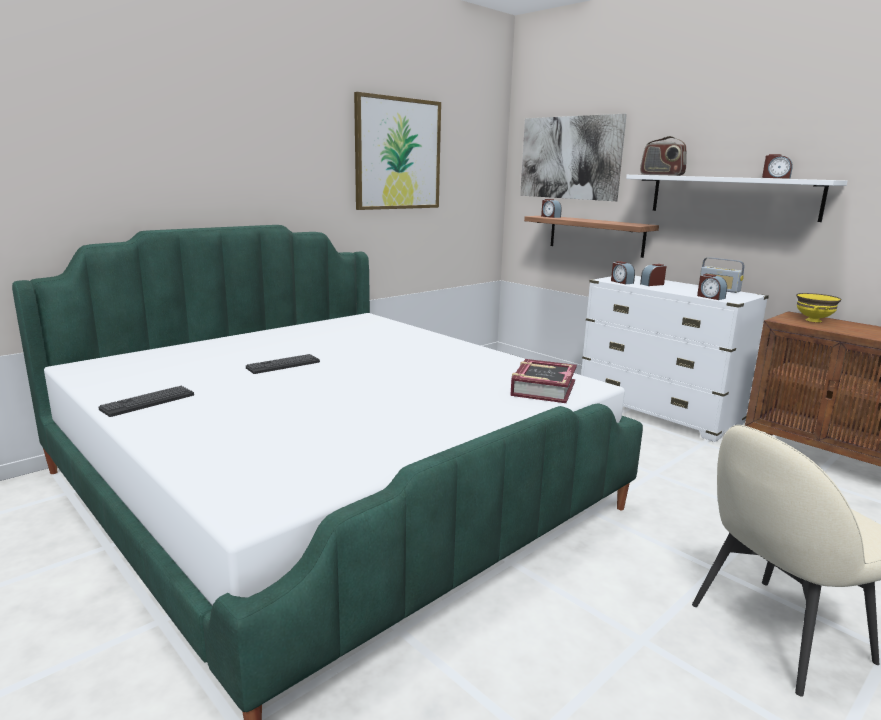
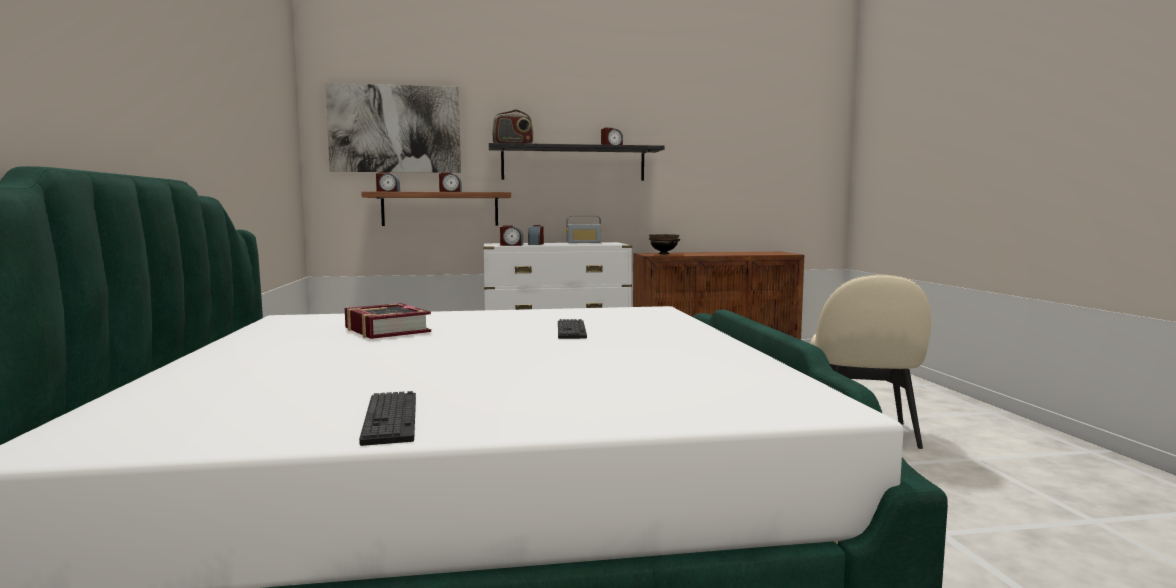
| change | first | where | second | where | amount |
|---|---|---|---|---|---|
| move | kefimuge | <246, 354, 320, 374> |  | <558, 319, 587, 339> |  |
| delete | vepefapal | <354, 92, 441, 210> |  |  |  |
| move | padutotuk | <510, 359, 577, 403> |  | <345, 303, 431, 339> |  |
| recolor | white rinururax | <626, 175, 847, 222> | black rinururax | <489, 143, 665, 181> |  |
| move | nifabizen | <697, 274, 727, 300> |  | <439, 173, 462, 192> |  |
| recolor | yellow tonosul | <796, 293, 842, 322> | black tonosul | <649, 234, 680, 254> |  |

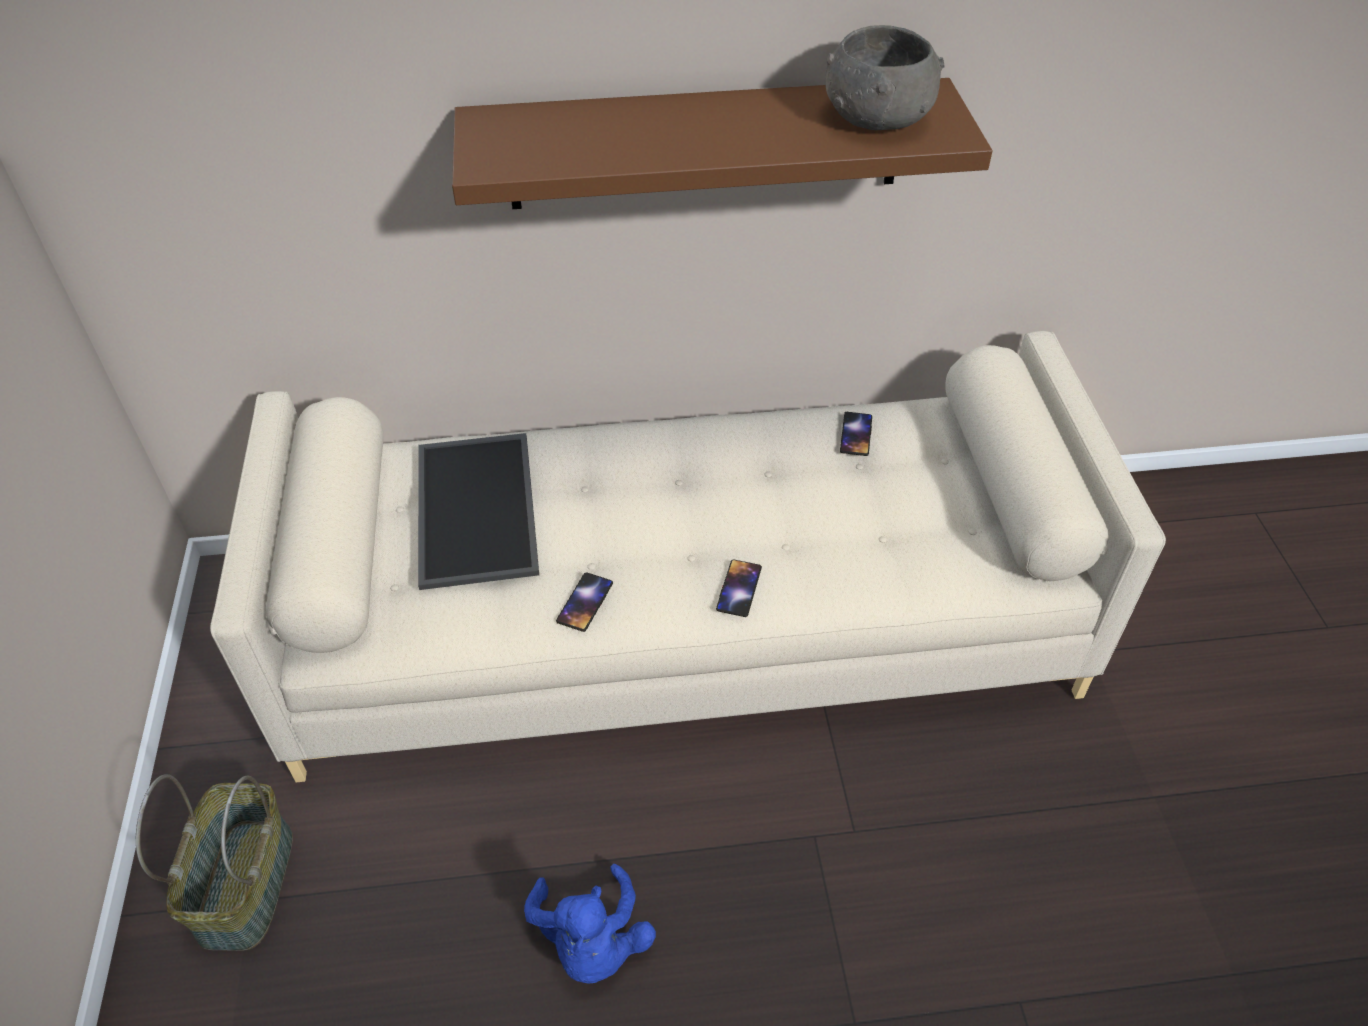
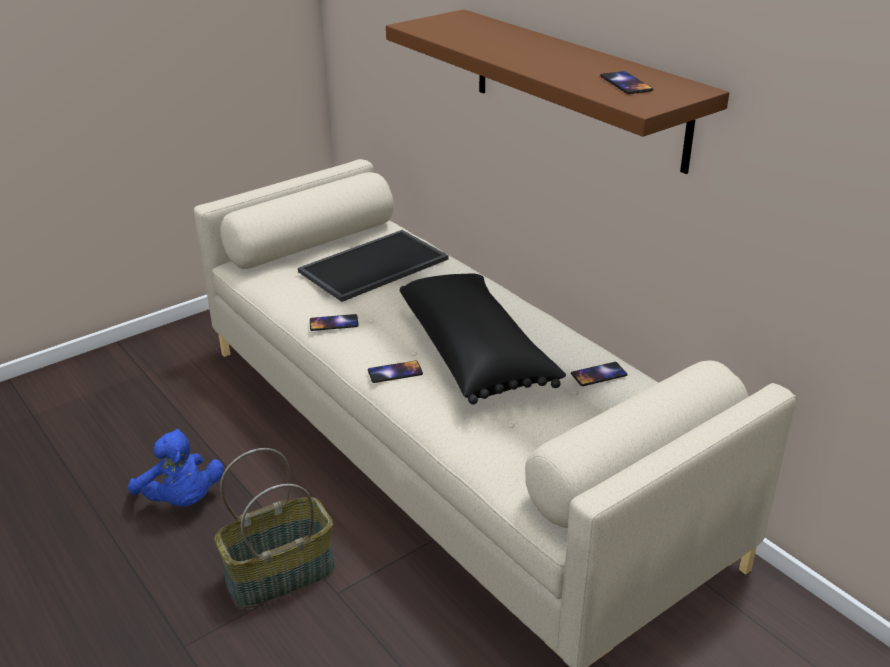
| change | first | where | second | where | amount |
|---|---|---|---|---|---|
| move | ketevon | <136, 774, 293, 951> |  | <214, 448, 335, 608> |  |
| rotate | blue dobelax | <524, 864, 656, 984> |  | <128, 429, 224, 506> | 90 degrees counterclockwise |
| replace | grey tonosul | <825, 25, 944, 130> | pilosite | <600, 71, 653, 94> |  |
| insert |  |  | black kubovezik | <400, 273, 566, 404> |  |

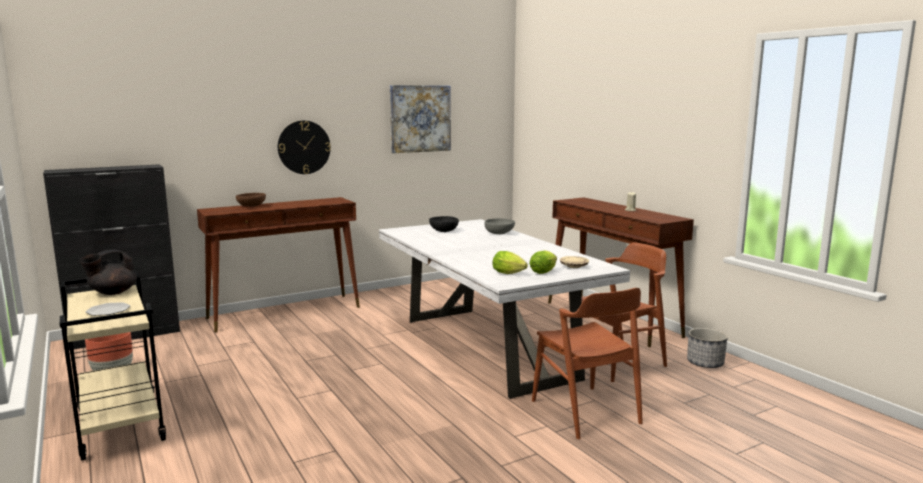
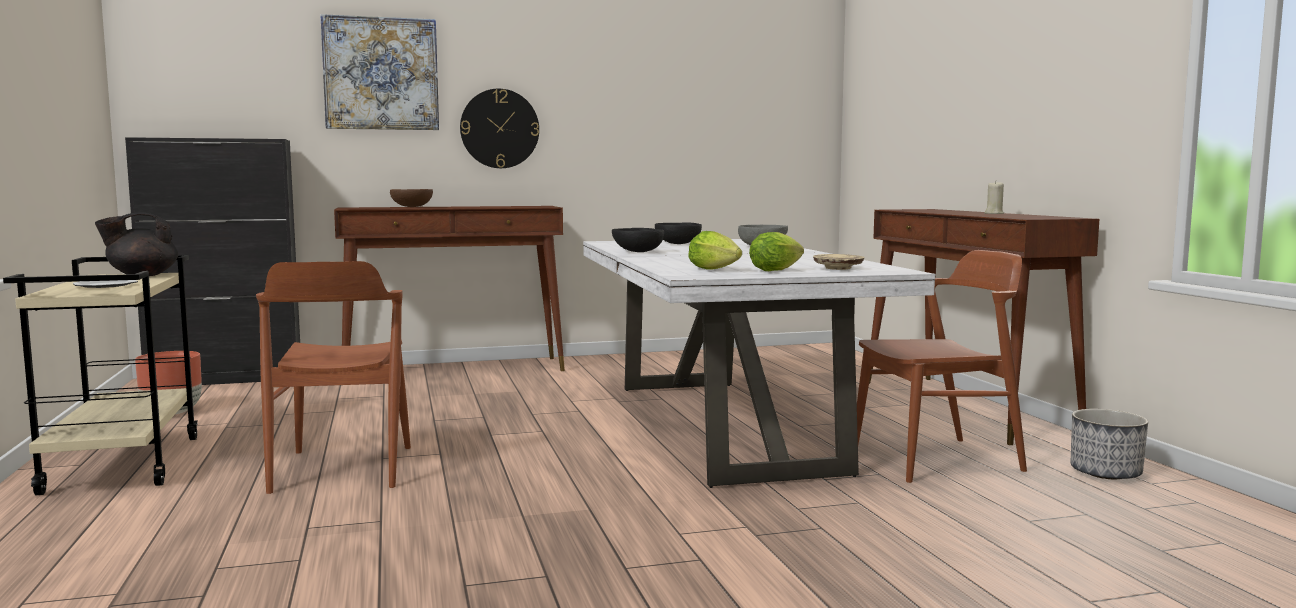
| change | first | where | second | where | amount |
|---|---|---|---|---|---|
| move | vepefapal | <390, 85, 451, 153> |  | <320, 14, 439, 130> |  |
| move | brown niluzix | <532, 288, 643, 439> |  | <256, 261, 411, 494> |  |
| insert |  |  | black tonosul | <612, 228, 664, 252> |  |

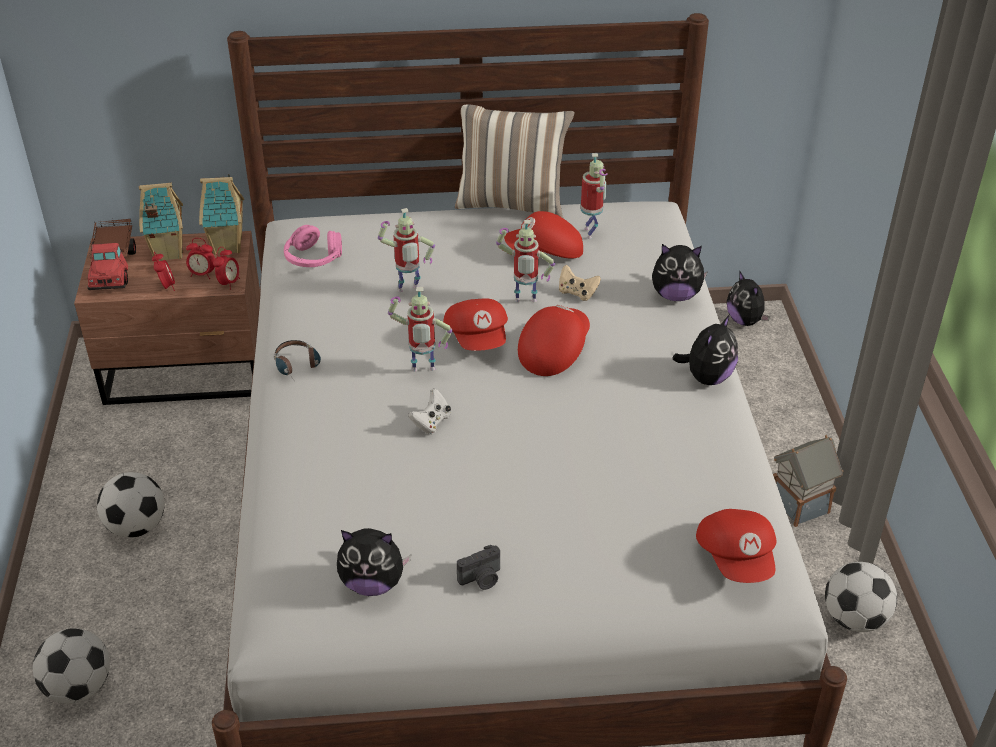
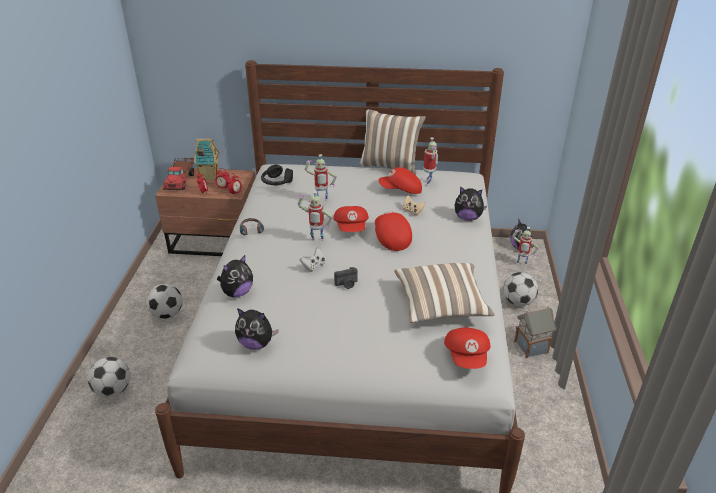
| change | first | where | second | where | amount |
|---|---|---|---|---|---|
| delete | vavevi | <199, 174, 244, 255> |  |  |  |
| recolor | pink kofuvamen | <284, 225, 342, 267> | black kofuvamen | <261, 165, 293, 185> |  |
| move | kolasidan | <457, 545, 500, 590> |  | <334, 267, 358, 289> |  |
| move | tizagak | <496, 220, 555, 302> |  | <512, 227, 539, 266> |  |
| rotate | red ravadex | <518, 305, 590, 376> |  | <375, 212, 412, 251> | 60 degrees counterclockwise |
| move | dobelax | <672, 314, 738, 385> |  | <217, 255, 253, 297> |  |
| move | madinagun | <825, 562, 897, 632> |  | <503, 272, 538, 306> |  |
| insert |  |  | kubovezik | <394, 263, 495, 323> |  |

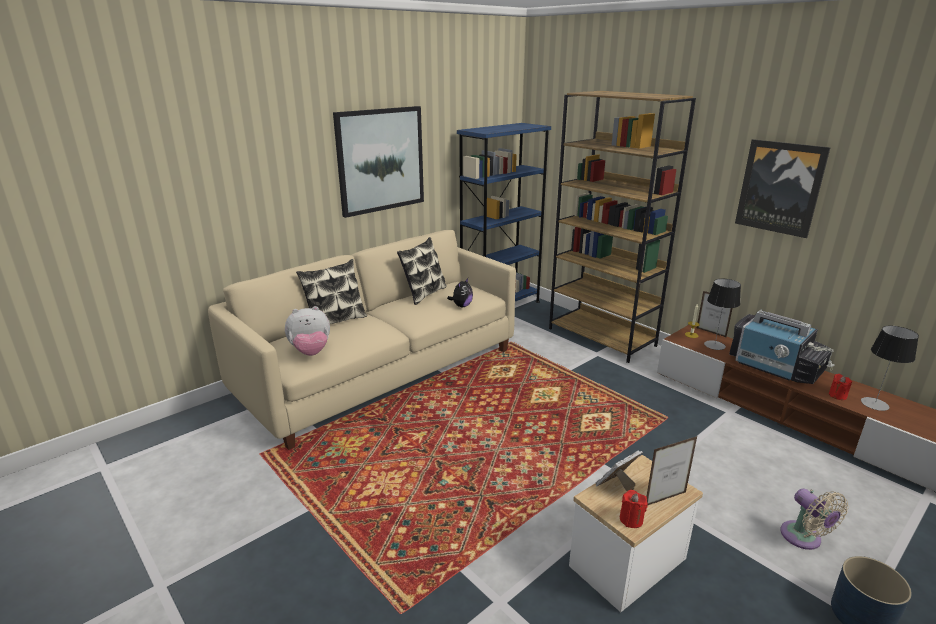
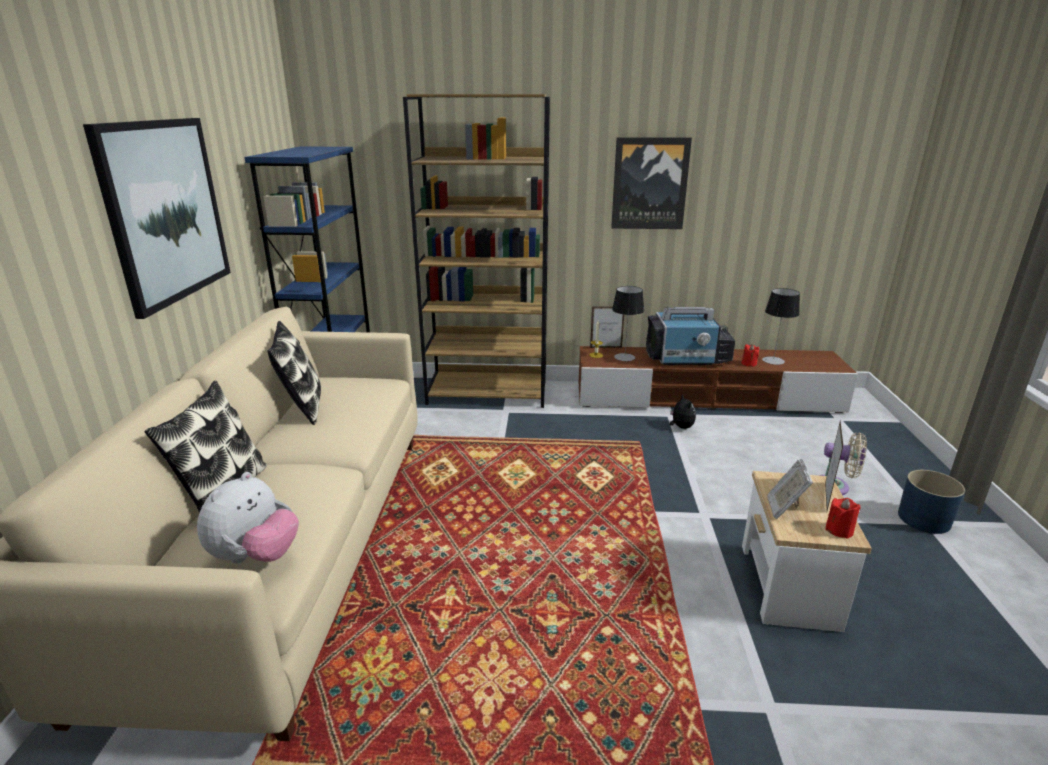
| change | first | where | second | where | amount |
|---|---|---|---|---|---|
| move | dobelax | <447, 278, 473, 307> |  | <670, 394, 696, 429> |  |

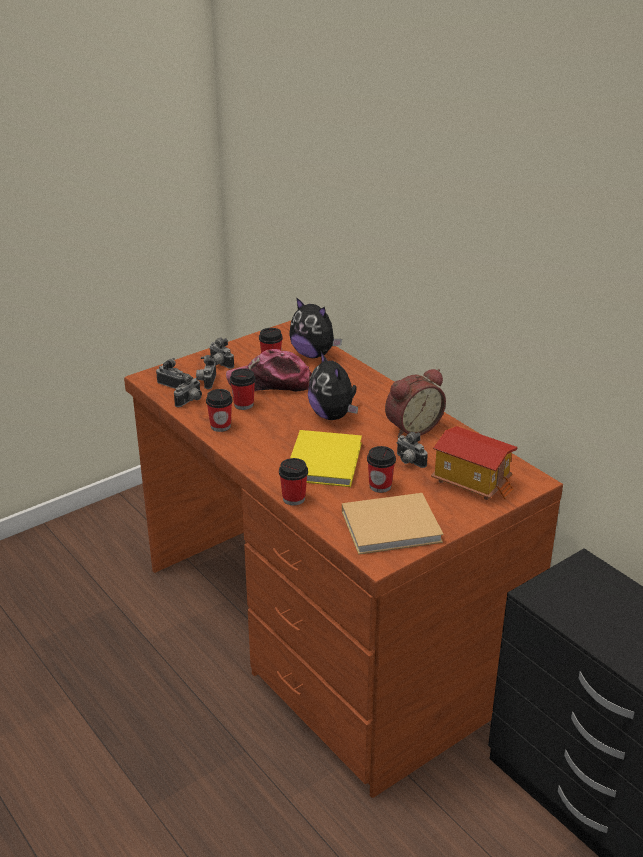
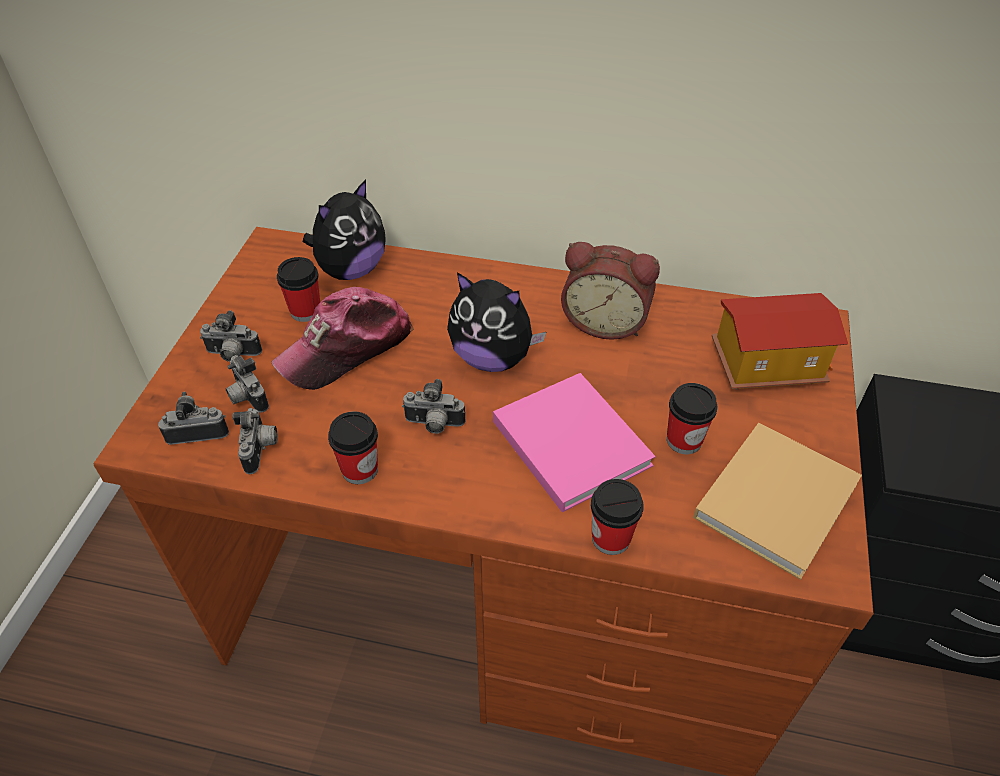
| change | first | where | second | where | amount |
|---|---|---|---|---|---|
| delete | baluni | <230, 368, 256, 410> |  |  |  |
| rotate | dobelax | <290, 297, 342, 358> |  | <303, 179, 386, 280> | 45 degrees counterclockwise |
| recolor | yellow padutotuk | <290, 430, 362, 487> | pink padutotuk | <493, 373, 656, 513> |  |
| rotate | nifabizen | <385, 369, 446, 437> |  | <561, 242, 660, 340> | 90 degrees clockwise |
| move | kolasidan | <396, 432, 428, 468> |  | <402, 379, 465, 434> |  |

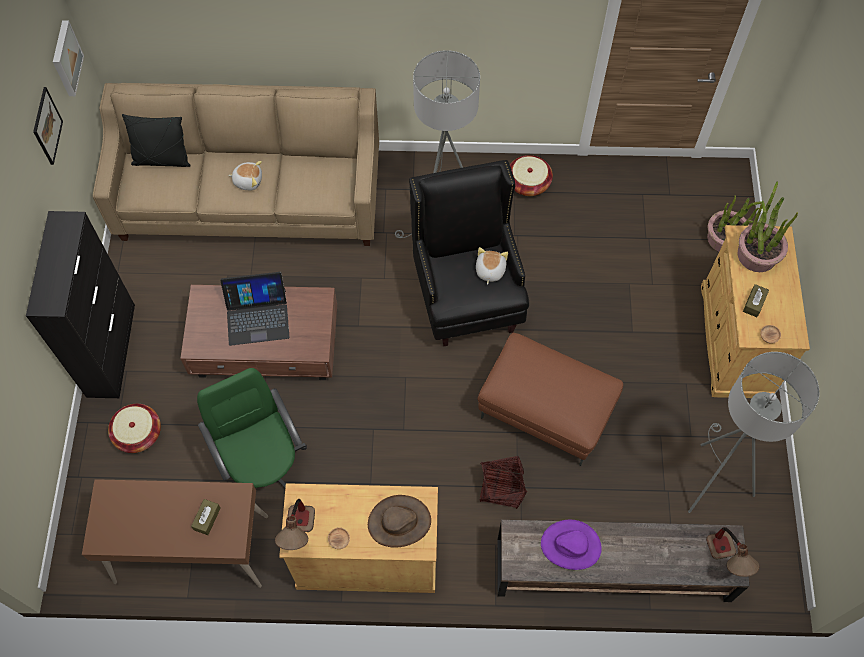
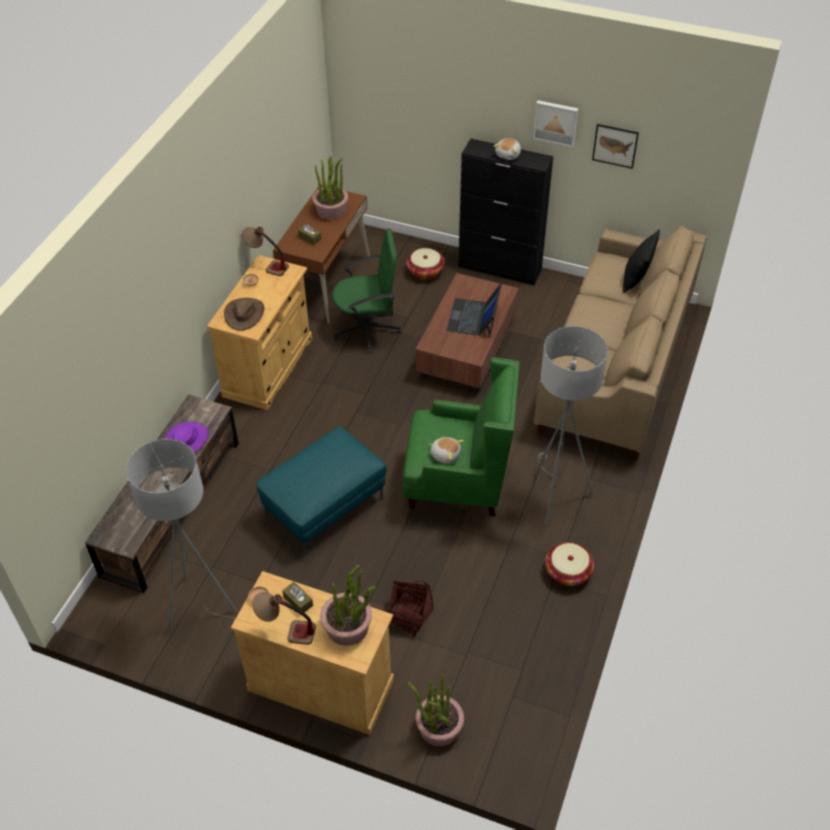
| change | first | where | second | where | amount |
|---|---|---|---|---|---|
| move | vepefapal | <53, 20, 84, 96> |  | <533, 100, 579, 147> |  |
| move | dobelax | <228, 161, 262, 190> |  | <493, 138, 521, 160> |  |
| recolor | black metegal | <409, 160, 529, 346> | green metegal | <403, 357, 520, 516> |  |
| recolor | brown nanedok | <478, 332, 623, 466> | turquoise nanedok | <256, 426, 387, 555> |  |
| move | ketevon | <480, 456, 527, 509> |  | <387, 580, 434, 637> |  |
| move | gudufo | <706, 527, 759, 577> |  | <252, 592, 316, 645> |  |
| insert |  |  | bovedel | <312, 156, 348, 220> |  |

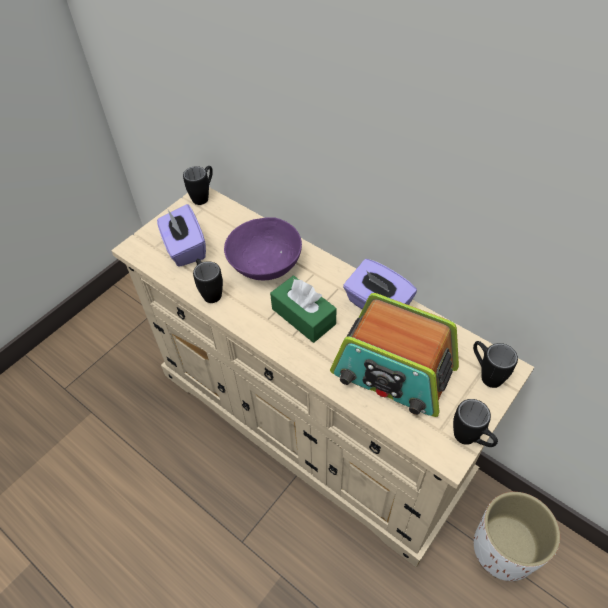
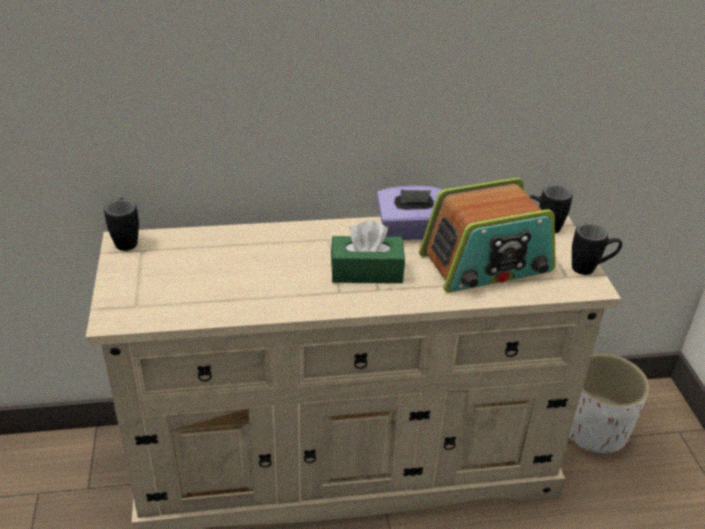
| change | first | where | second | where | amount |
|---|---|---|---|---|---|
| delete | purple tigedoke | <157, 204, 206, 267> |  |  |  |
| delete | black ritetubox | <193, 259, 223, 303> |  |  |  |
| delete | purple tonosul | <224, 217, 302, 280> |  |  |  |

